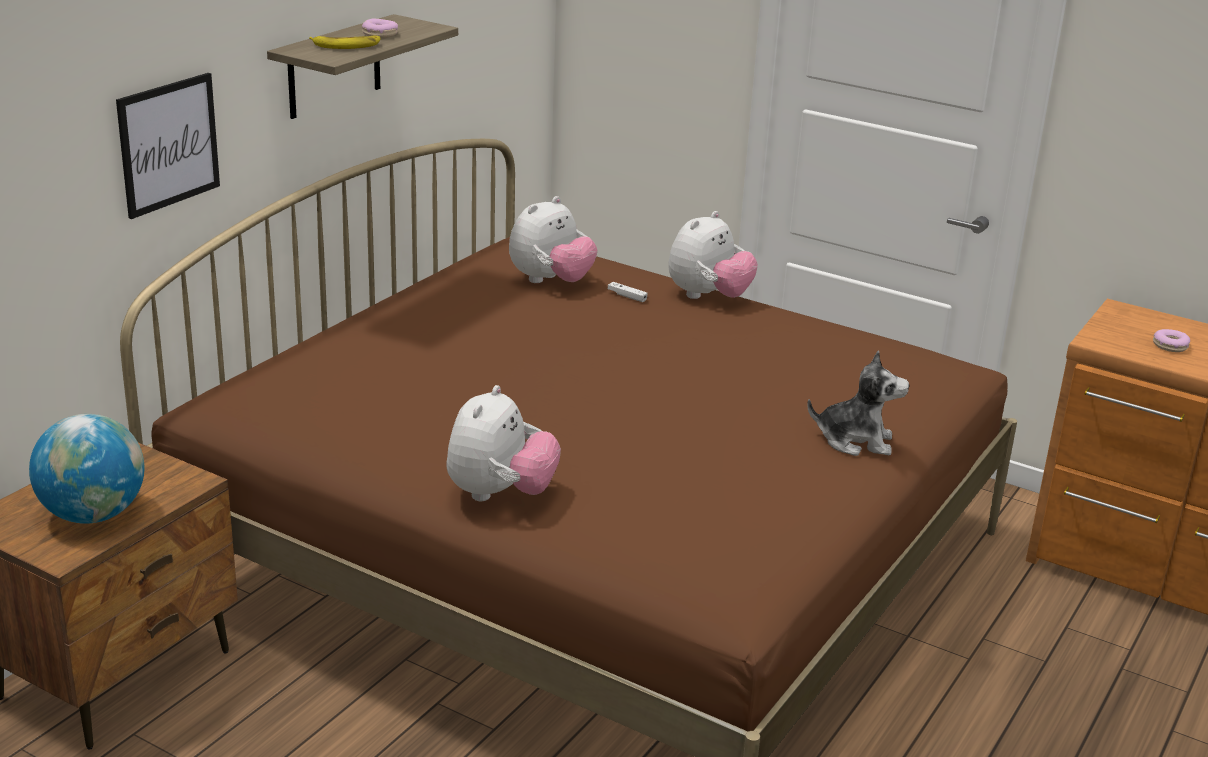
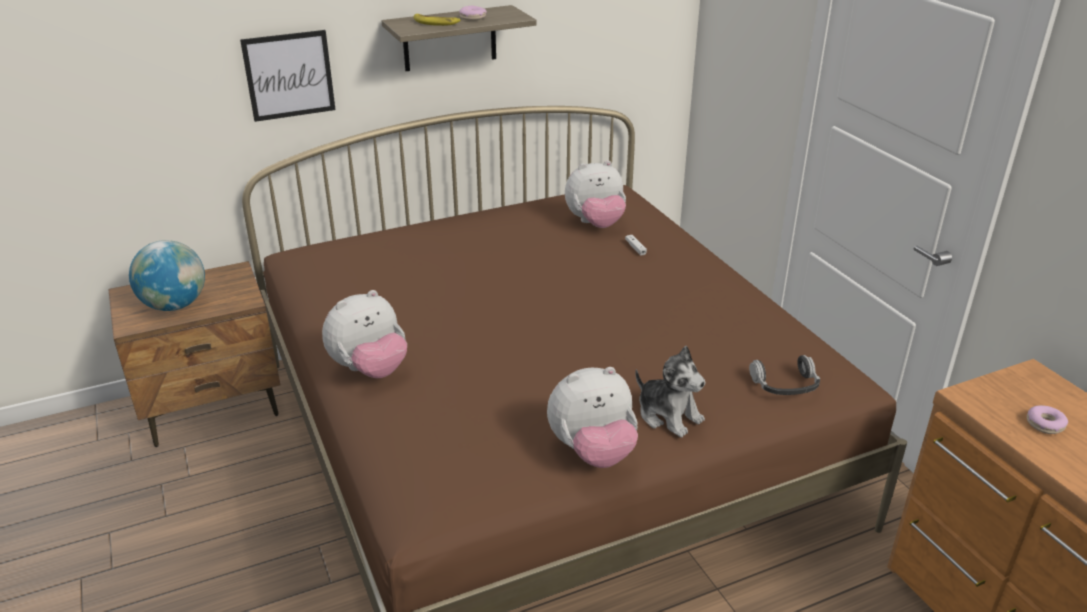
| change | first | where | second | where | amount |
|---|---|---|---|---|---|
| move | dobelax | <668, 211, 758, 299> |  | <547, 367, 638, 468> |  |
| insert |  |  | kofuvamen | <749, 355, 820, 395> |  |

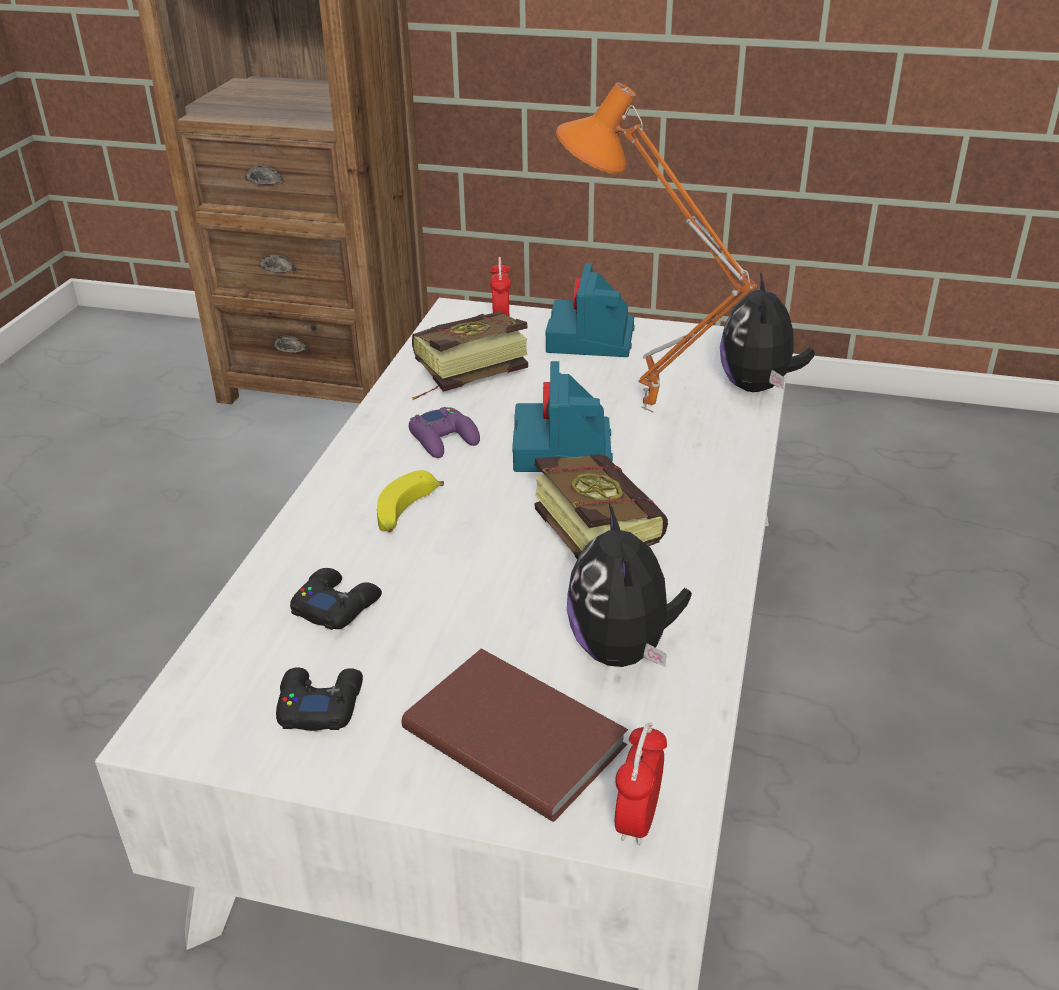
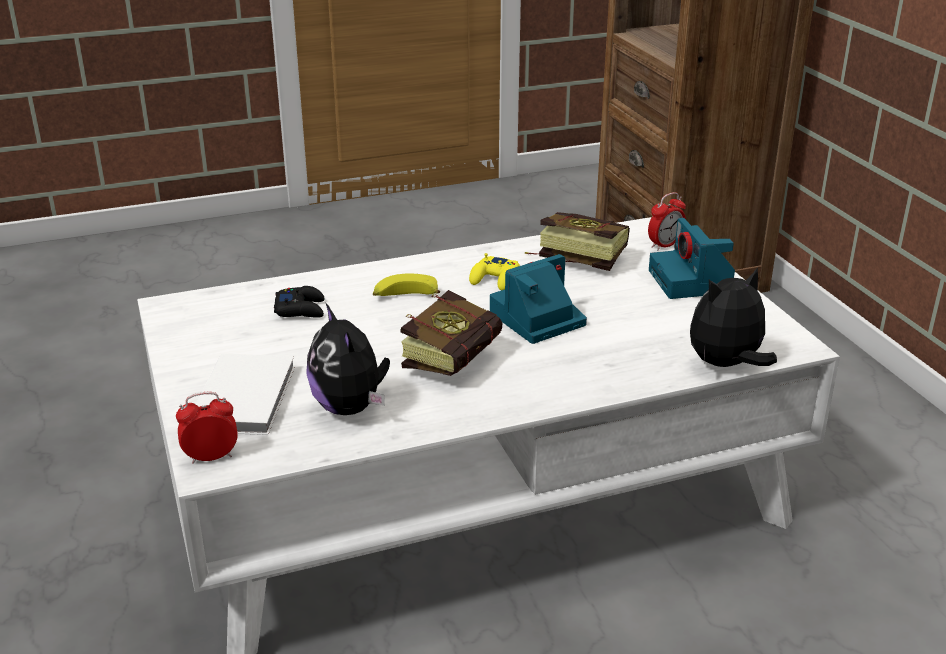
| change | first | where | second | where | amount |
|---|---|---|---|---|---|
| delete | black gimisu | <276, 667, 363, 731> |  |  |  |
| recolor | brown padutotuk | <401, 648, 628, 822> | white padutotuk | <196, 353, 295, 435> |  |
| recolor | purple gimisu | <409, 407, 480, 458> | yellow gimisu | <469, 253, 520, 290> |  |
| rotate | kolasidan | <545, 263, 635, 357> |  | <649, 218, 735, 299> | 75 degrees counterclockwise |
| delete | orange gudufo | <556, 83, 757, 413> |  |  |  |
| rotate | dobelax | <567, 504, 692, 667> |  | <306, 304, 390, 415> | 75 degrees counterclockwise |

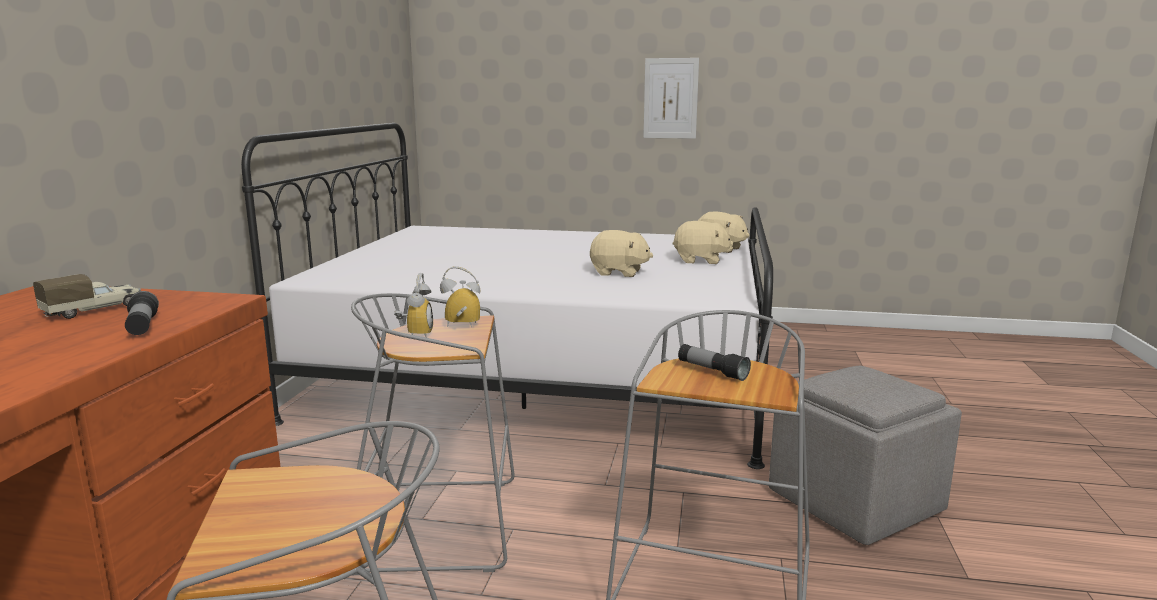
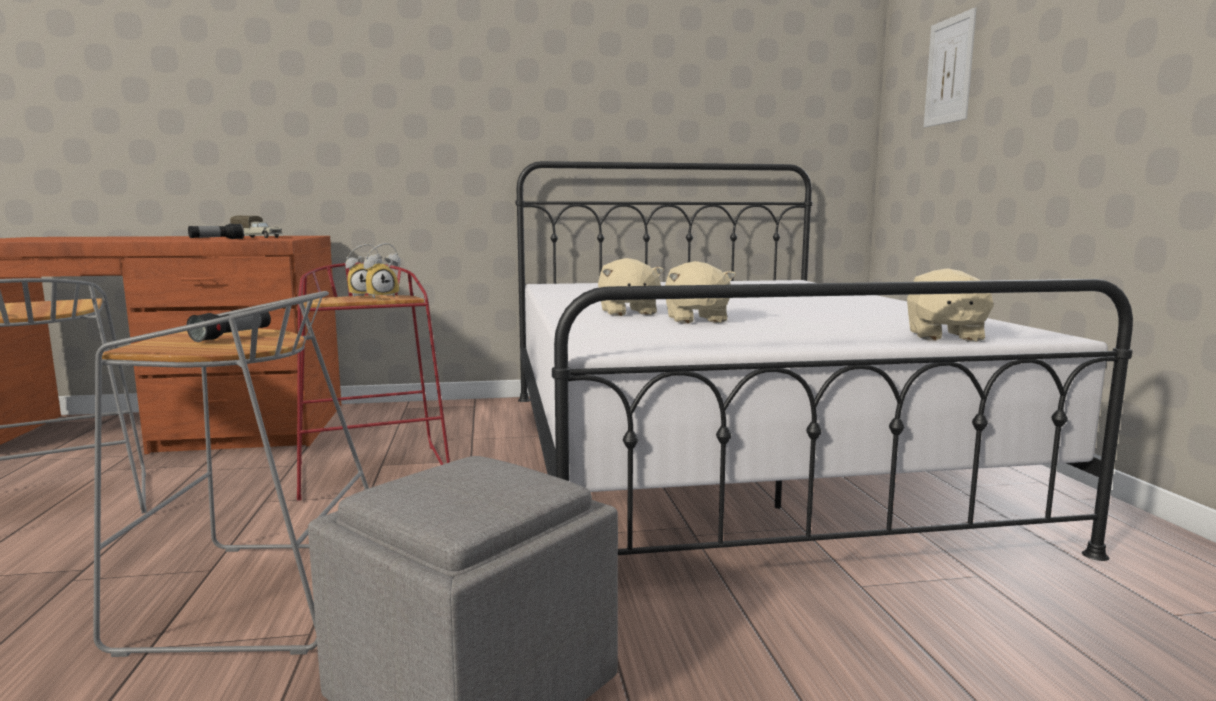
| change | first | where | second | where | amount |
|---|---|---|---|---|---|
| recolor | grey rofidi | <351, 293, 515, 575> | red rofidi | <297, 263, 450, 501> |  |
| rotate | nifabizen | <440, 266, 480, 327> |  | <363, 243, 401, 299> | 75 degrees clockwise |
| move | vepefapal | <643, 58, 699, 139> |  | <924, 8, 977, 127> |  |
| move | beige dobelax | <673, 221, 734, 264> |  | <598, 258, 664, 316> |  |

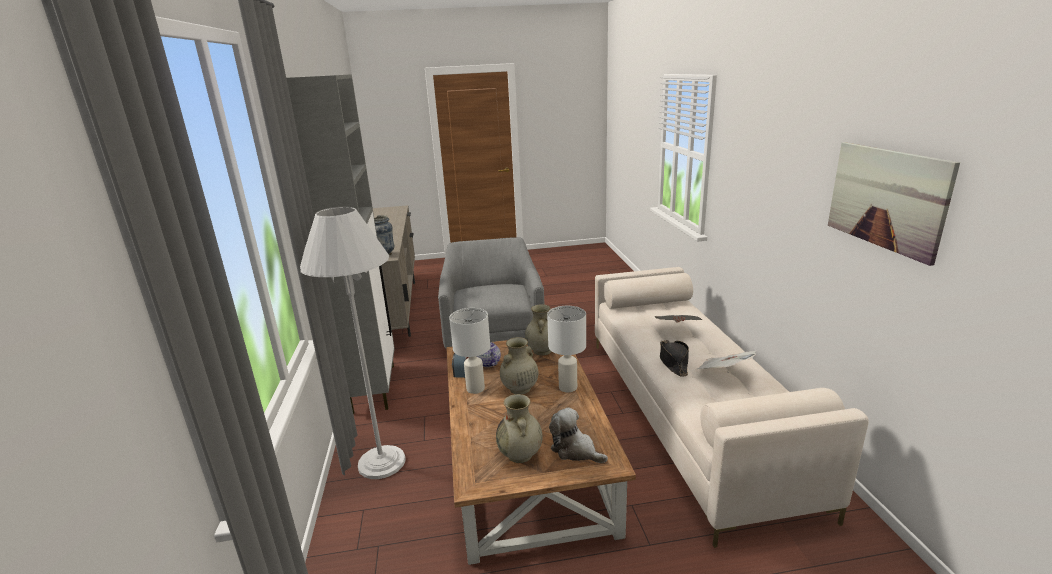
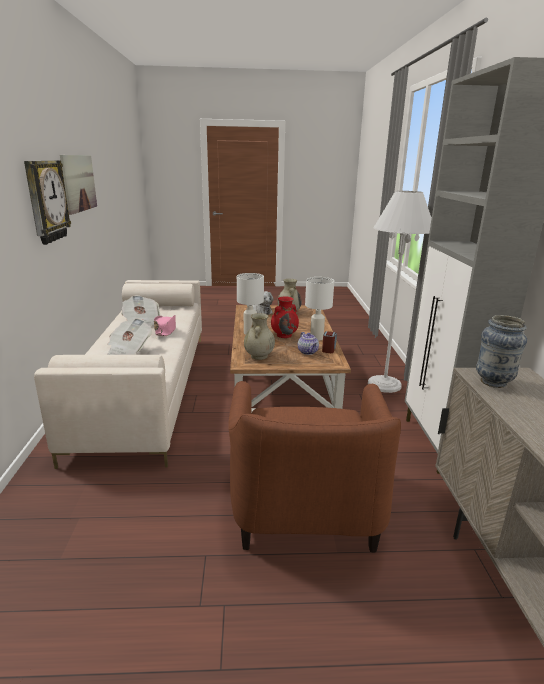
| change | first | where | second | where | amount |
|---|---|---|---|---|---|
| recolor | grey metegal | <438, 237, 545, 349> | brown metegal | <228, 381, 401, 552> |  |
| recolor | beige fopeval | <500, 337, 538, 394> | red fopeval | <271, 297, 299, 338> |  |
| recolor | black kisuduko | <660, 340, 689, 377> | pink kisuduko | <154, 315, 176, 336> |  |
| insert |  |  | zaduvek | <24, 160, 71, 245> |  |

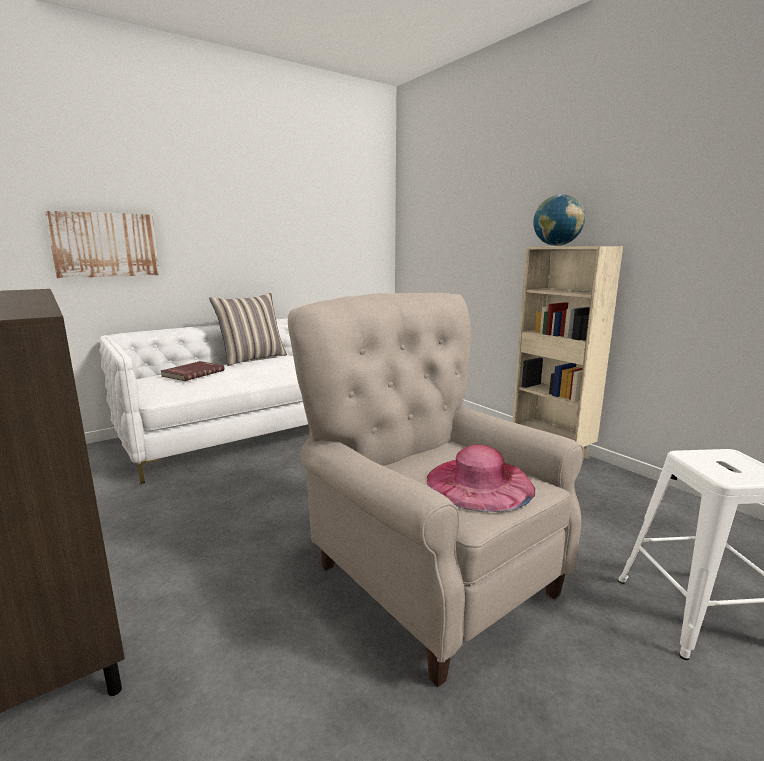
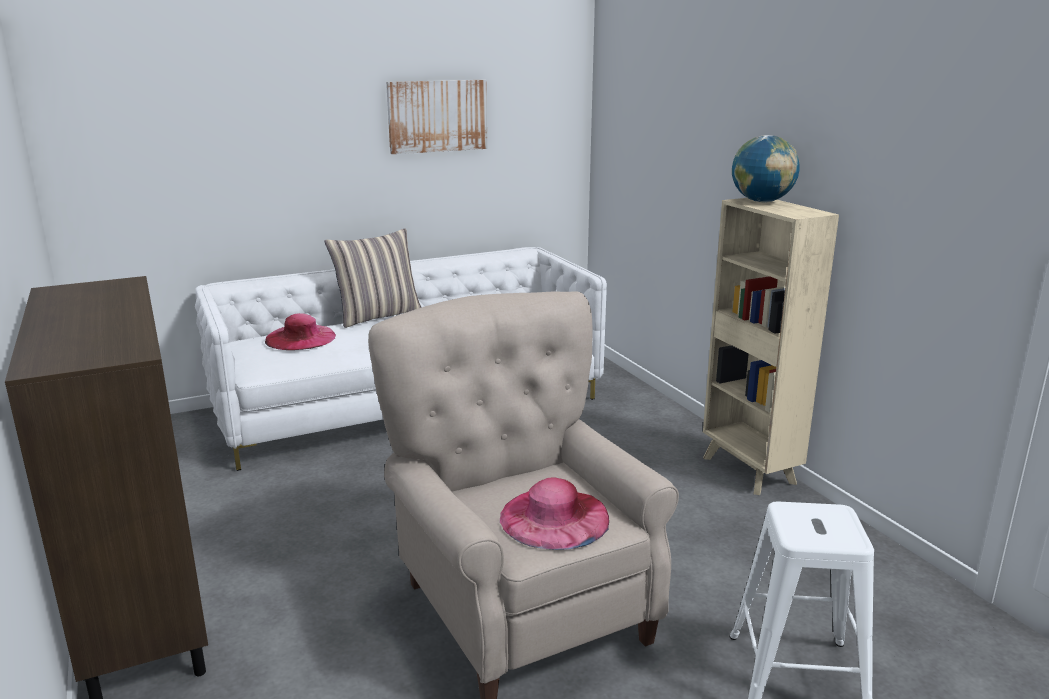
| change | first | where | second | where | amount |
|---|---|---|---|---|---|
| move | vepefapal | <45, 211, 160, 278> |  | <386, 80, 487, 154> |  |
| replace | red padutotuk | <161, 361, 225, 381> | pink kisuduko | <265, 313, 336, 350> |  |

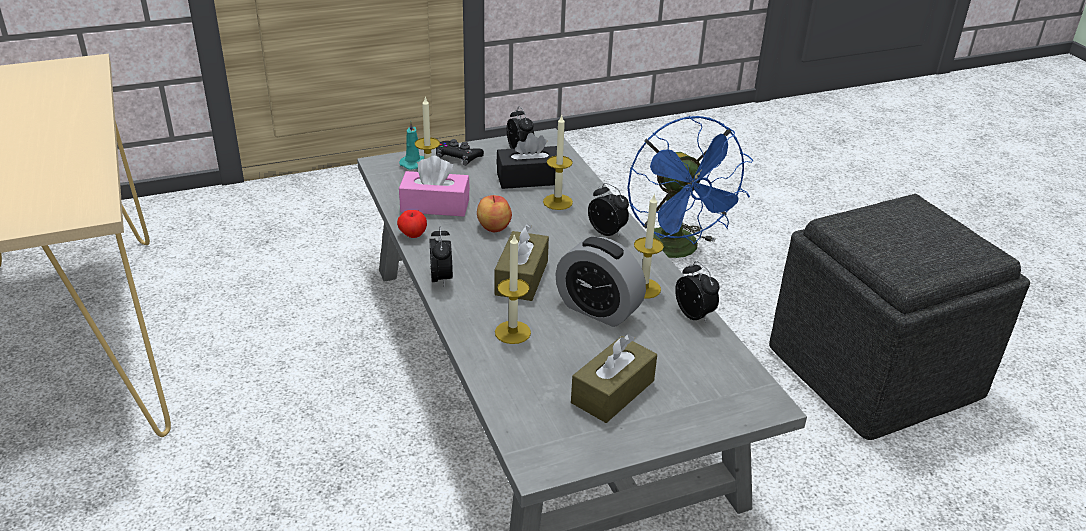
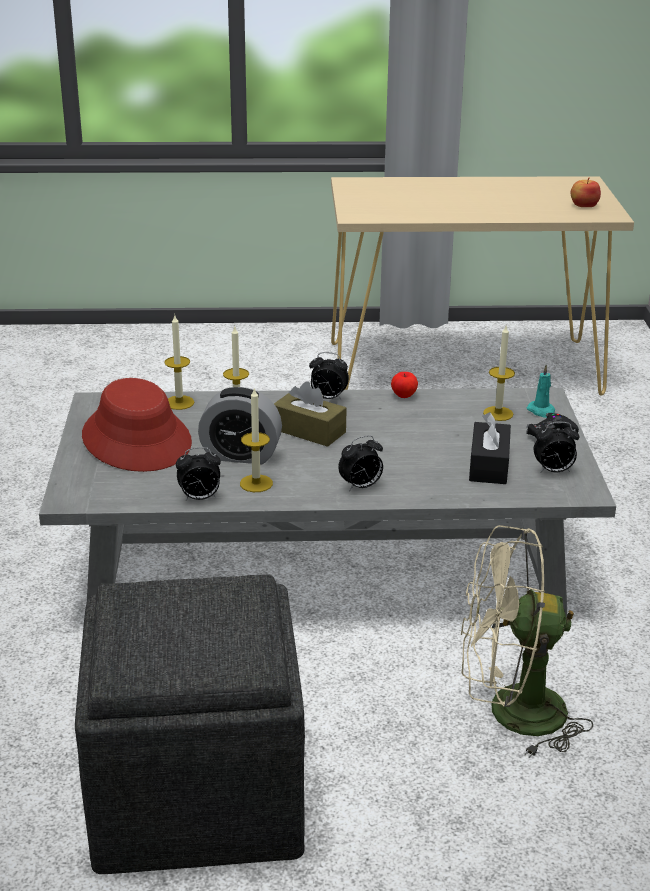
| change | first | where | second | where | amount |
|---|---|---|---|---|---|
| delete | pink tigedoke | <399, 156, 470, 217> |  |  |  |
| move | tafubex | <477, 195, 512, 232> |  | <571, 178, 601, 207> |  |
| move | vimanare | <543, 115, 573, 210> |  | <164, 315, 194, 410> |  |
| rotate | nifabizen | <555, 237, 646, 327> |  | <198, 387, 282, 464> | 135 degrees counterclockwise |
| replace | brown tigedoke | <571, 334, 657, 423> | red kisuduko | <82, 378, 192, 472> |  |
| recolor | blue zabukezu | <627, 116, 753, 258> | beige zabukezu | <461, 525, 593, 758> |  |

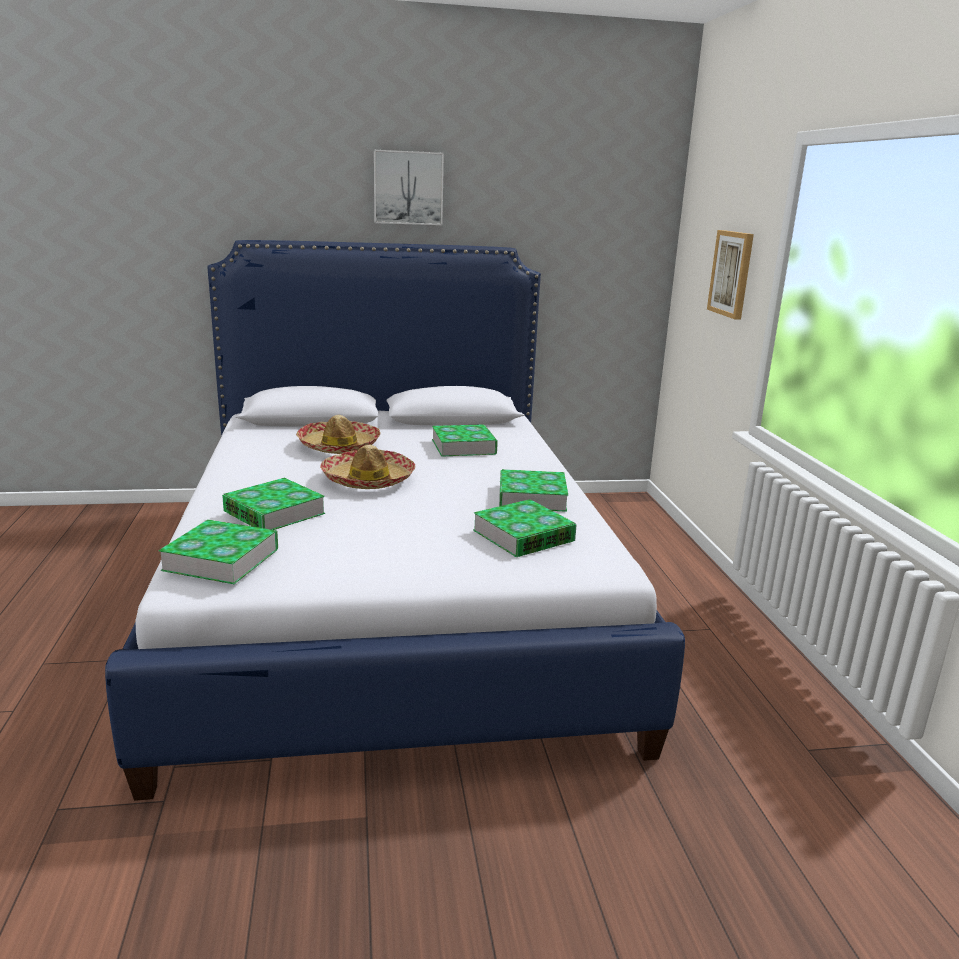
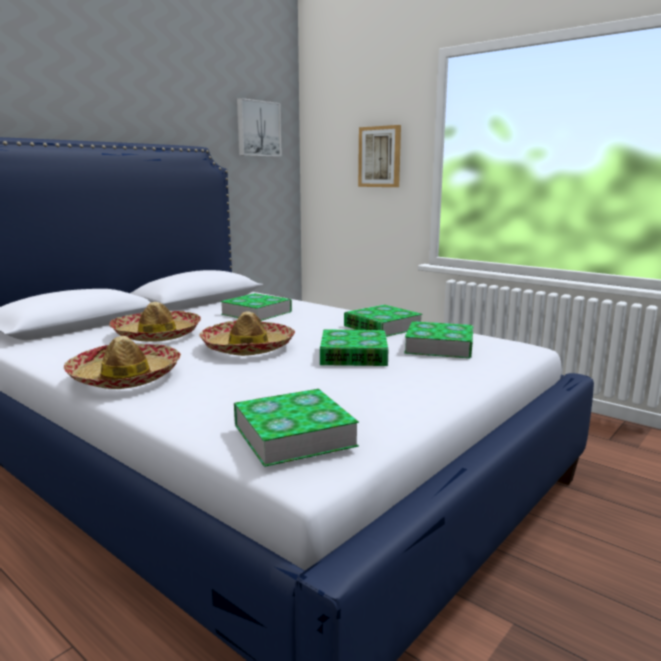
| change | first | where | second | where | amount |
|---|---|---|---|---|---|
| move | padutotuk | <222, 478, 325, 530> |  | <320, 330, 388, 366> |  |
| move | vepefapal | <374, 150, 444, 225> |  | <237, 98, 282, 157> |  |
| insert |  |  | kisuduko | <64, 336, 181, 389> |  |

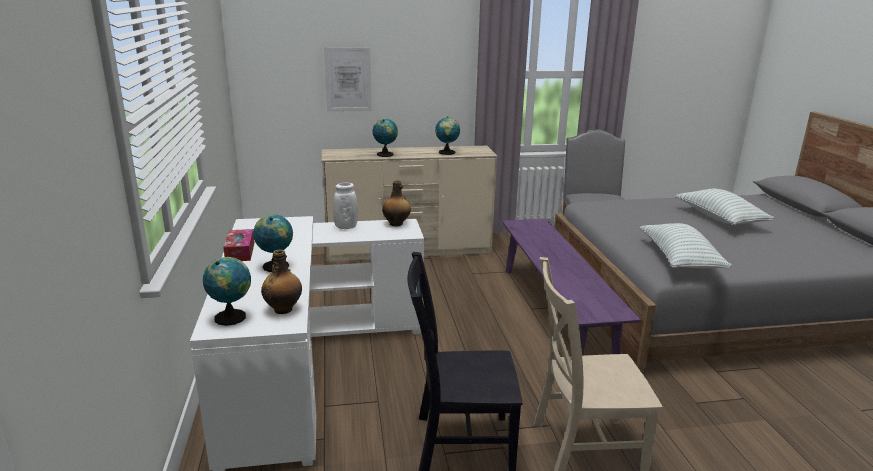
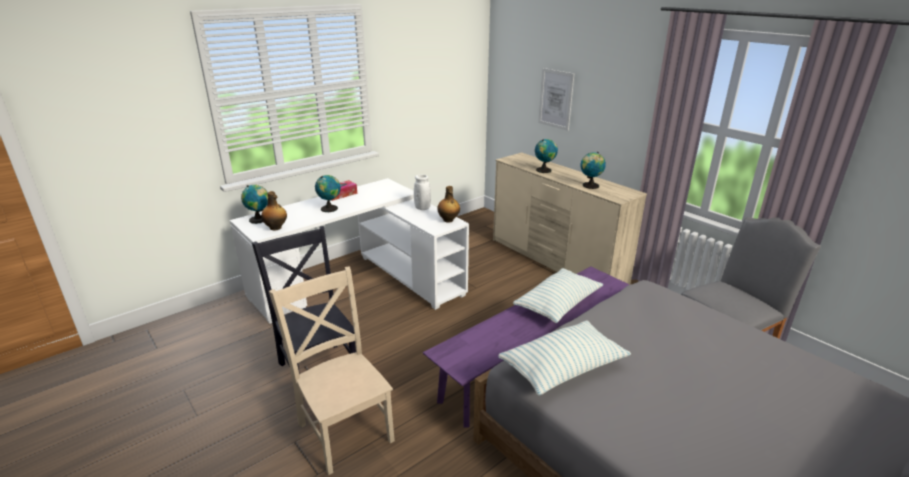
| change | first | where | second | where | amount |
|---|---|---|---|---|---|
| move | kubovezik | <675, 189, 774, 225> |  | <513, 268, 604, 323> |  |

